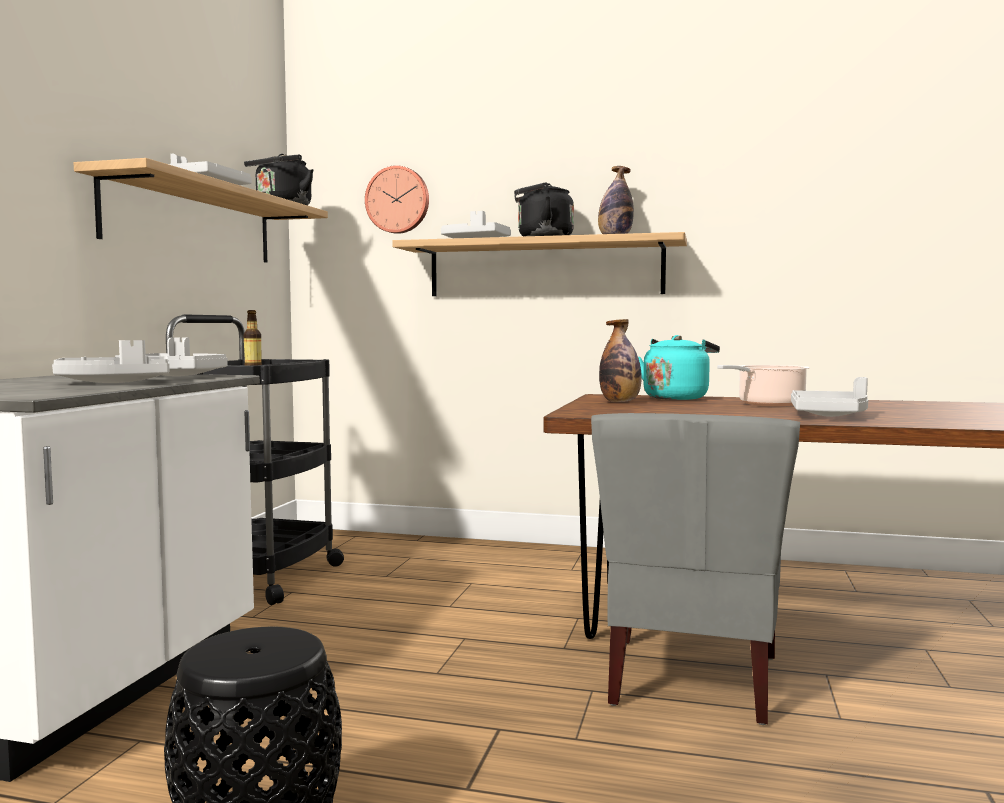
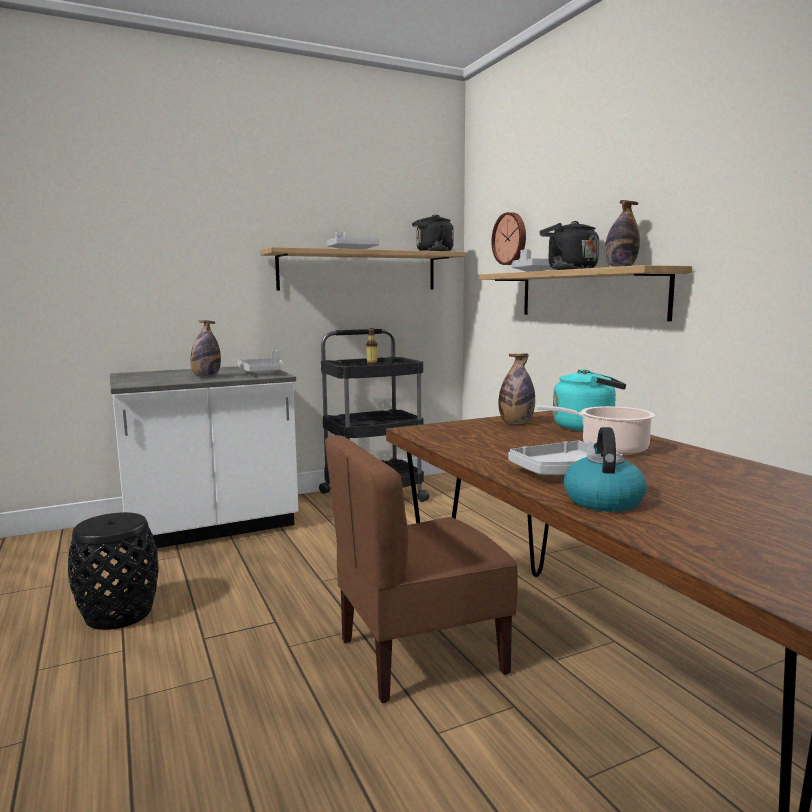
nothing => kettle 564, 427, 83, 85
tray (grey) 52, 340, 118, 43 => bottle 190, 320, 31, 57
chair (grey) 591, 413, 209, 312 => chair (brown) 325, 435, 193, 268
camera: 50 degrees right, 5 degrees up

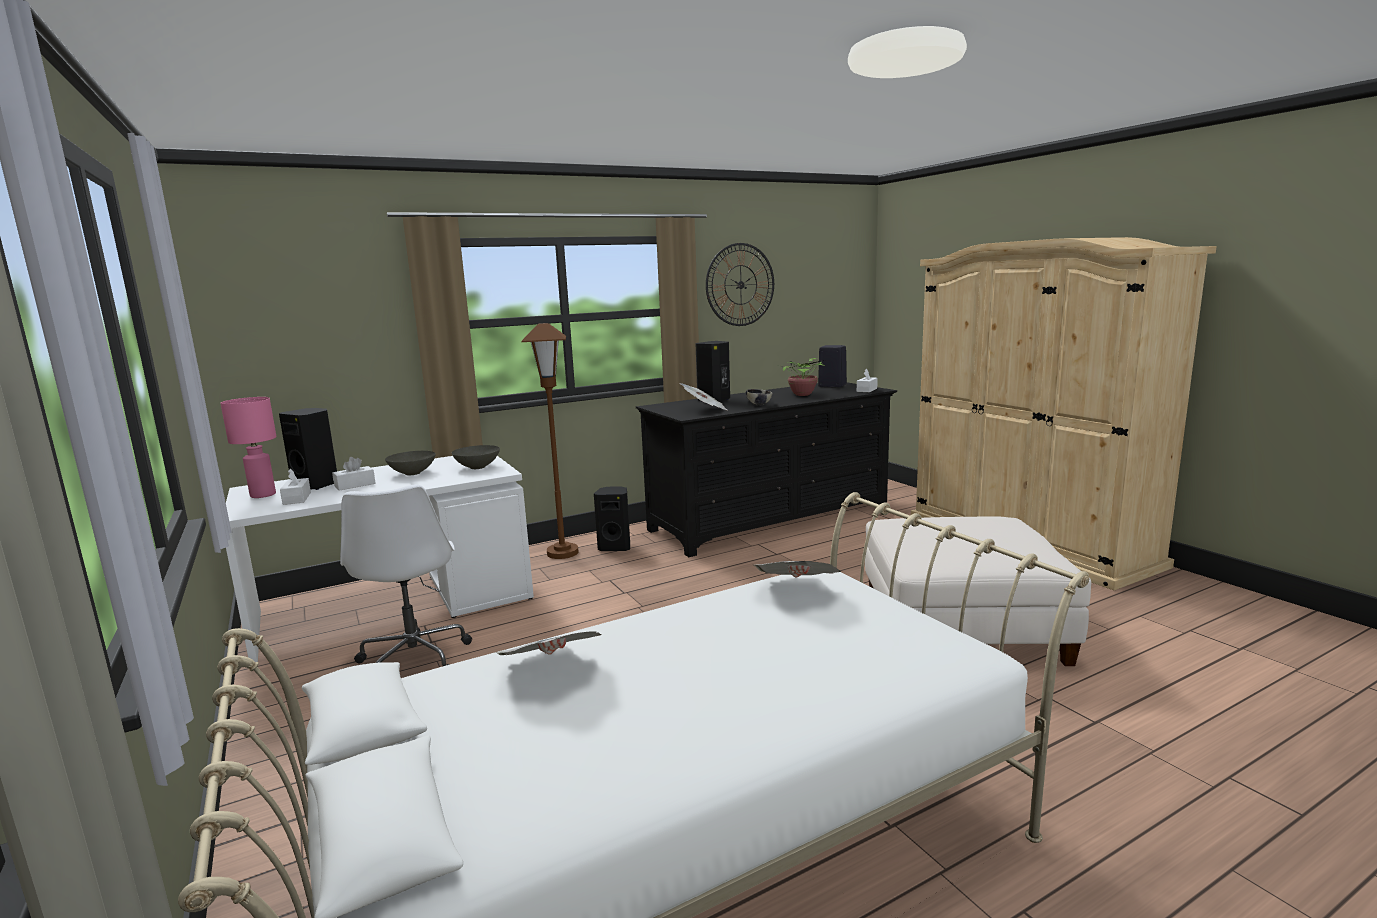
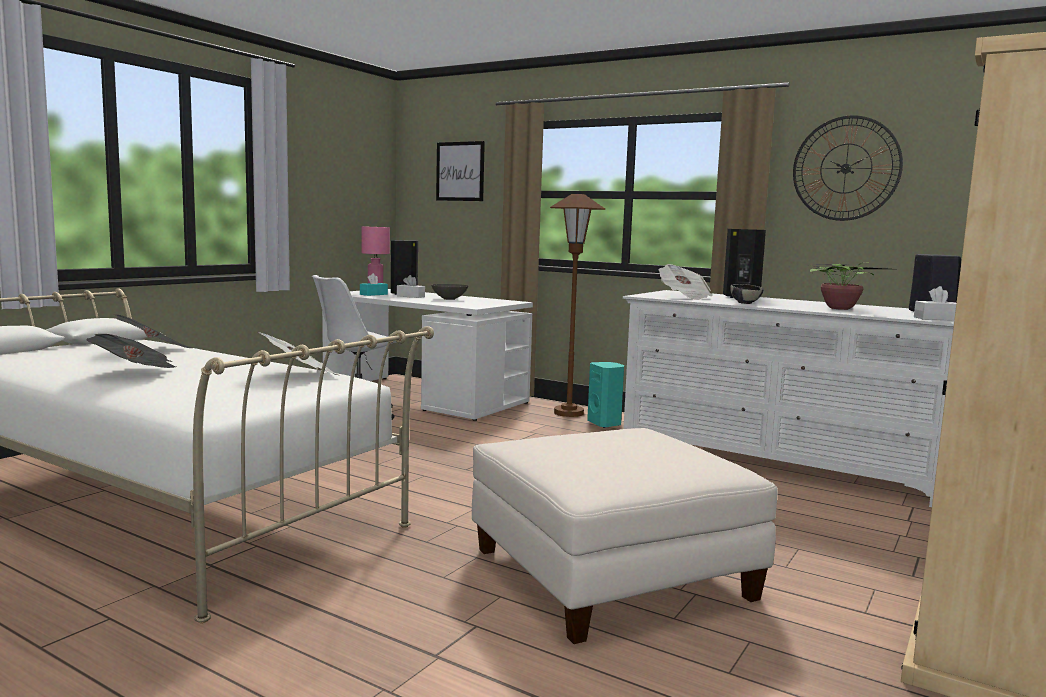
bowl (grey) 452, 445, 48, 24 => nothing
nothing => newspaper 86, 334, 90, 34
nothing => picture 436, 141, 49, 60
tissue box (white) 280, 469, 31, 36 => tissue box (turquoise) 360, 273, 28, 23
speaker (black) 594, 486, 36, 65 => speaker (turquoise) 587, 362, 37, 66
dresser (black) 636, 382, 261, 175 => dresser (white) 623, 290, 331, 217
camera: 60 degrees right, 5 degrees down

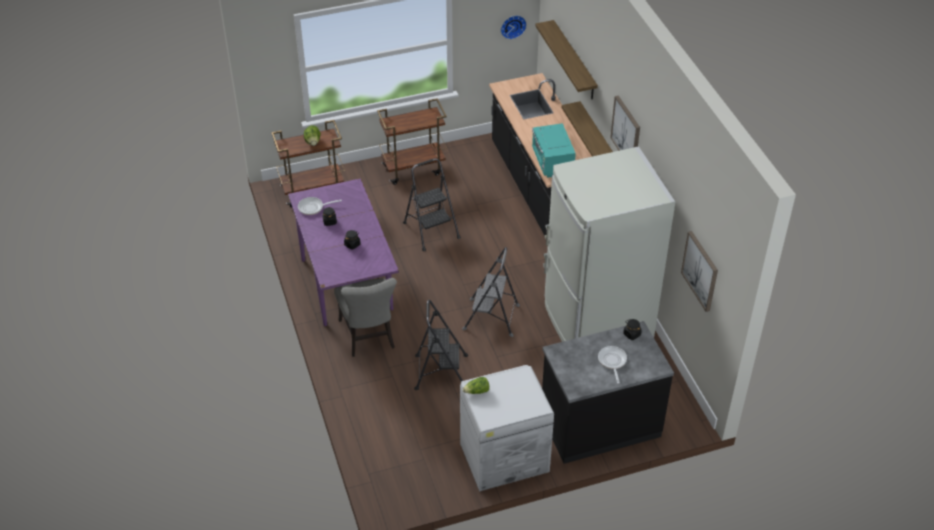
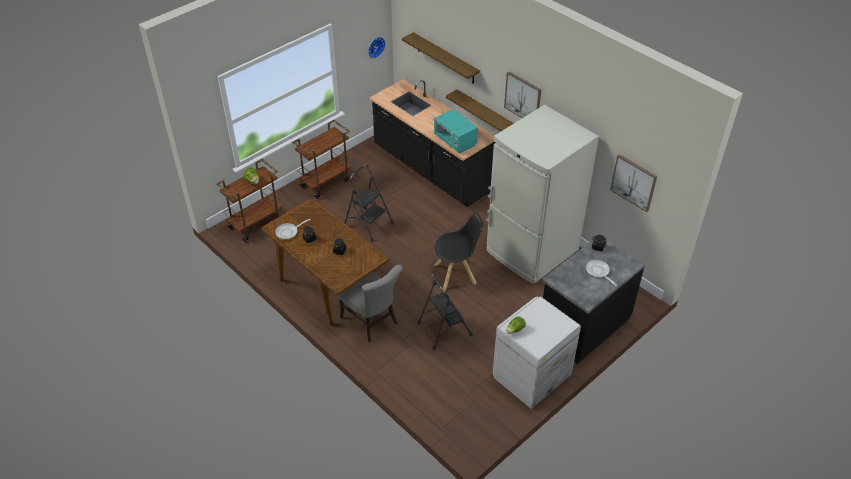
step ladder (grey) 462, 247, 58, 90 => chair (black) 434, 213, 50, 78
dining table (purple) 288, 178, 111, 148 => dining table (brown) 261, 198, 129, 128
camera: 25 degrees left, 0 degrees up

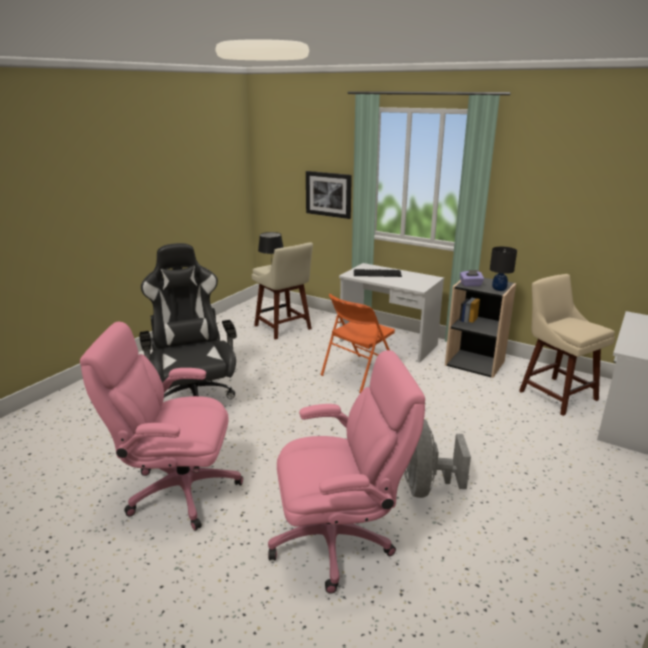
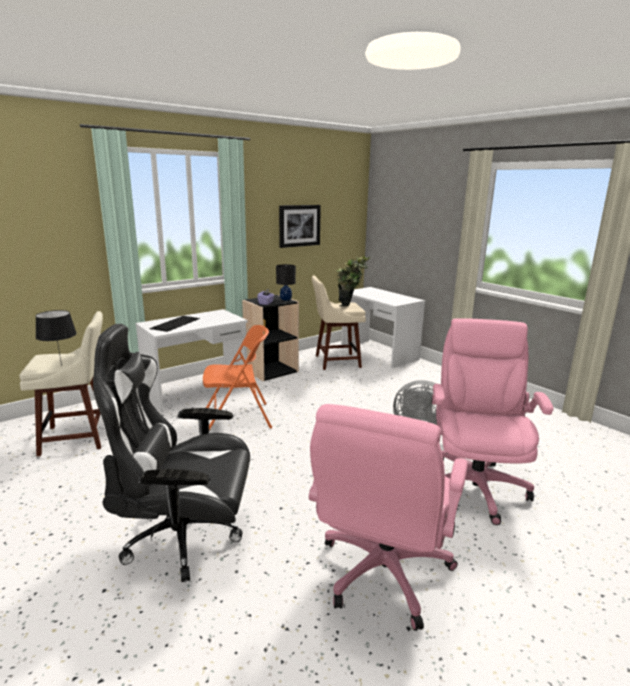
nothing => potted plant 336, 256, 35, 50
picture 306, 171, 46, 48 => picture 279, 205, 42, 43, shifted
chair (orange) 320, 294, 75, 99 => chair (orange) 203, 325, 69, 105, 75 degrees counterclockwise
camera: 70 degrees left, 5 degrees down

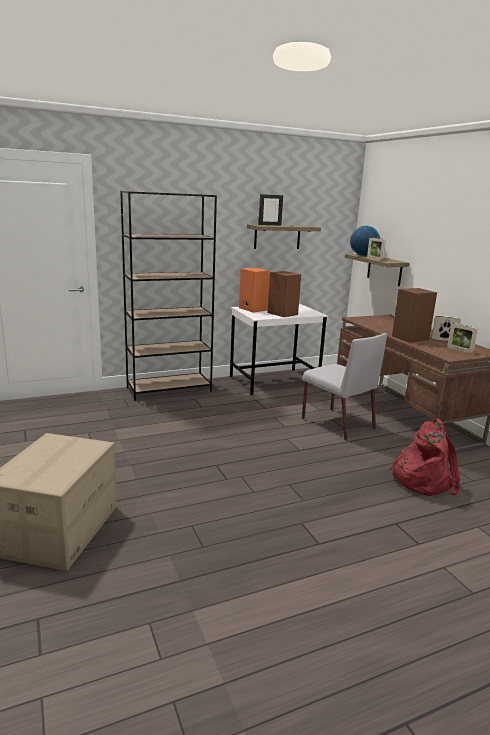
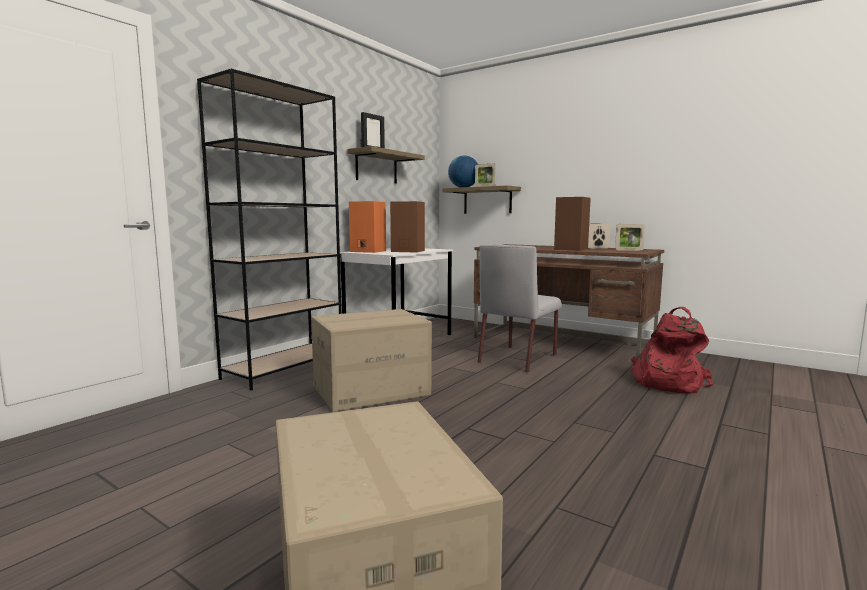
nothing => cardboard box 311, 309, 121, 103
chair (grey) 302, 333, 85, 108 => chair (grey) 478, 244, 84, 129, 105 degrees clockwise
camera: 30 degrees left, 10 degrees down

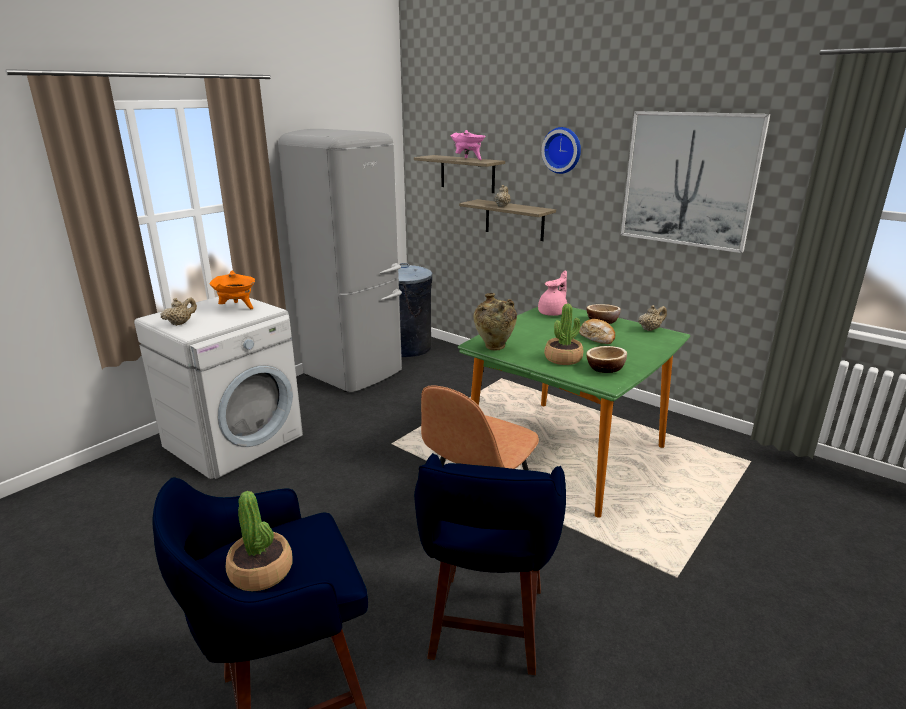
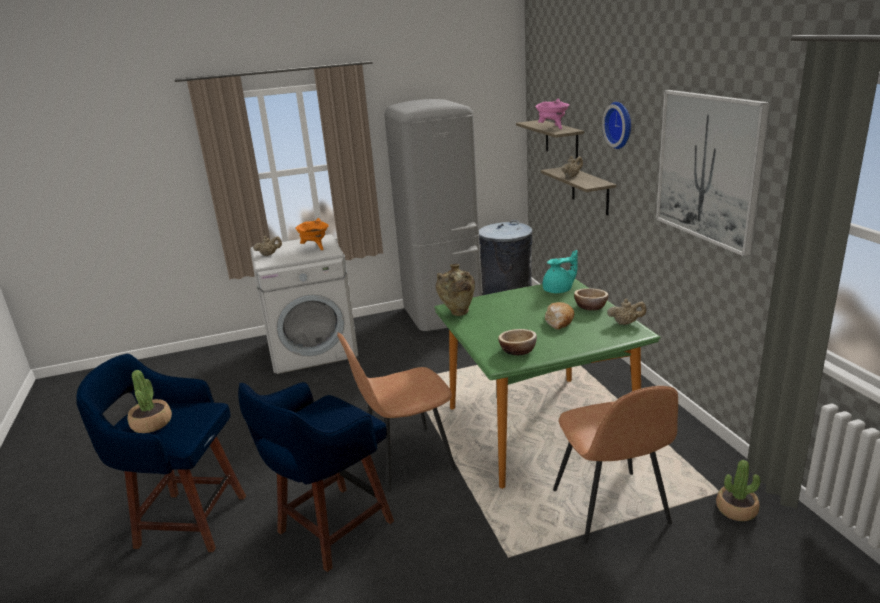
nothing => chair (brown) 553, 386, 125, 158
potted plant 544, 304, 39, 61 => potted plant 716, 460, 44, 61, shifted
teapot (pink) 538, 270, 29, 46 => teapot (turquoise) 543, 250, 35, 43
camera: 35 degrees right, 0 degrees up

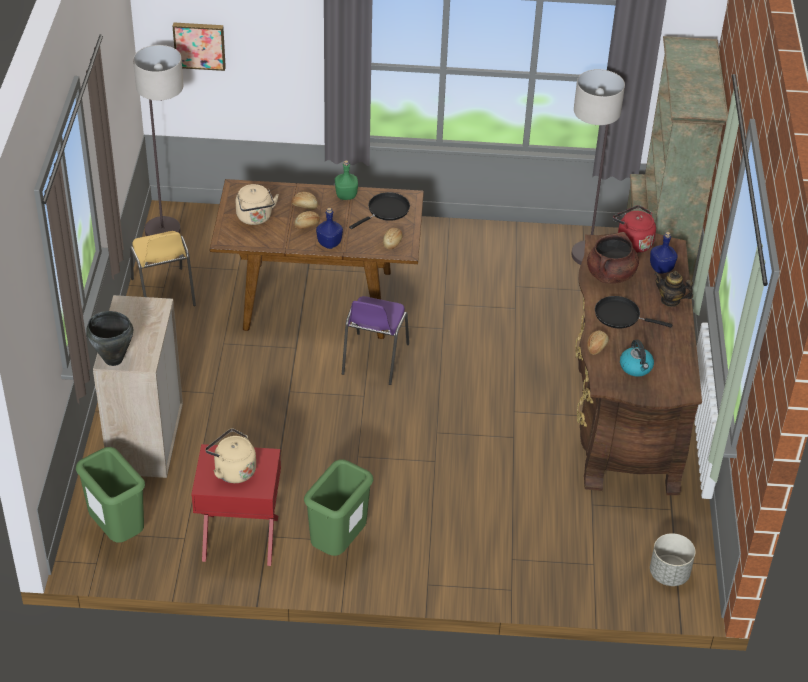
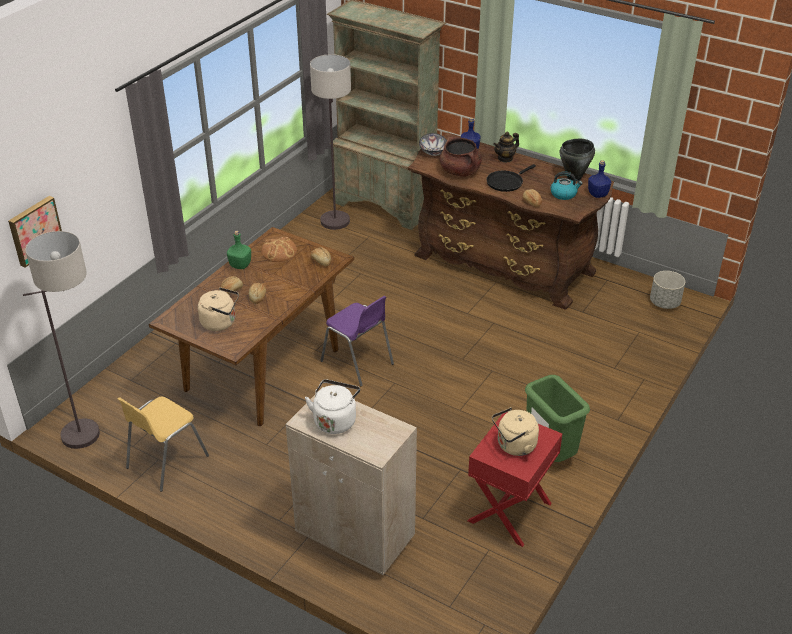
trash can (green) 76, 447, 69, 96 => nothing
nothing => kettle (white) 305, 379, 55, 55
cooking pot (black) 86, 311, 47, 55 => cooking pot (black) 559, 139, 36, 42, shifted
bottle (blue) 316, 208, 27, 41 => bottle (blue) 588, 160, 23, 38, shifted
frying pan (black) 349, 192, 61, 37 => bread 261, 237, 36, 25
kettle (red) 613, 205, 43, 48 => bowl 419, 133, 28, 23
chair (yellow) 130, 231, 66, 75 => chair (yellow) 118, 397, 91, 95, 120 degrees clockwise
camera: 60 degrees left, 5 degrees down

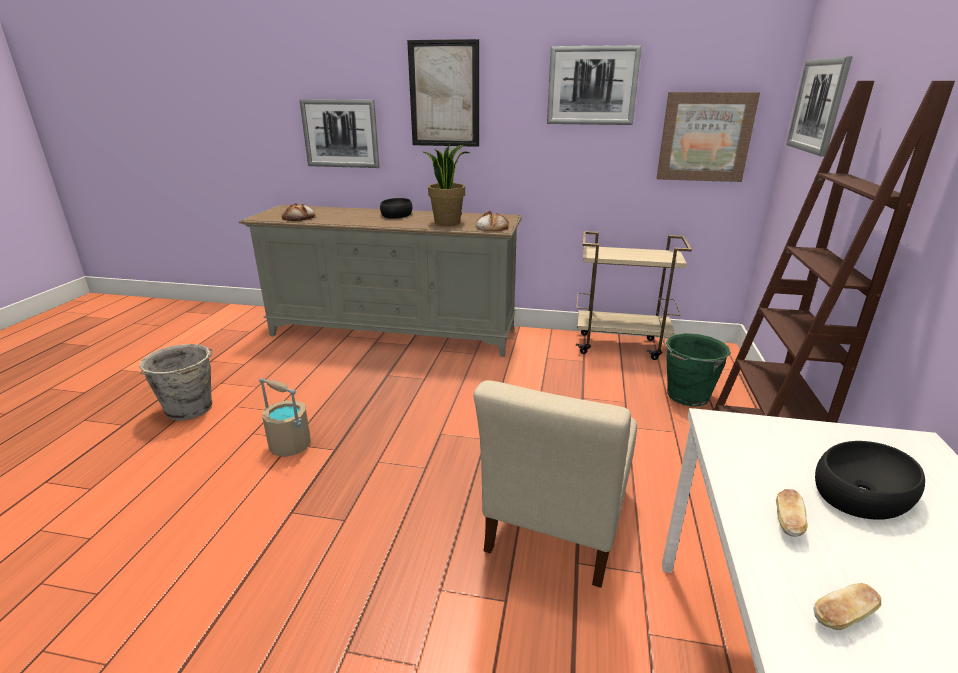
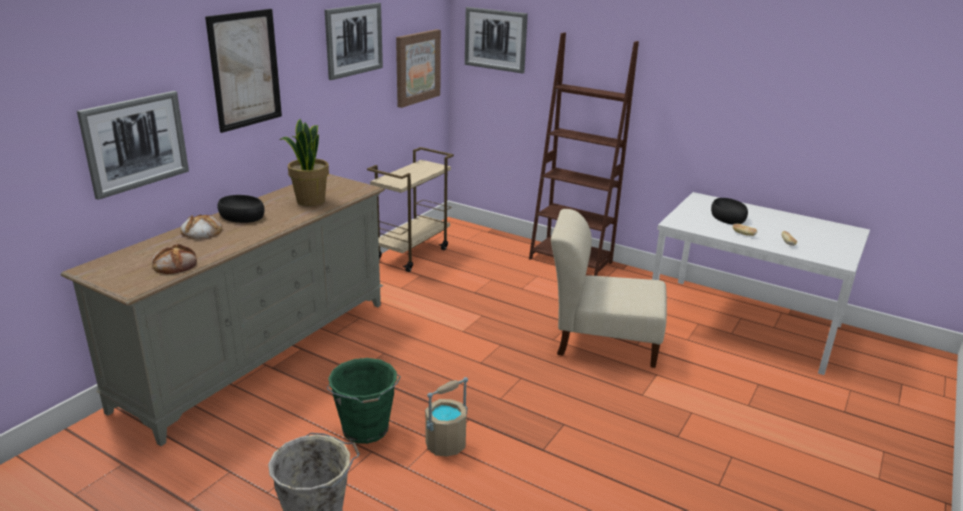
bread 476, 211, 33, 20 => bread 180, 214, 42, 25, shifted
bucket (green) 663, 333, 68, 73 => bucket (green) 327, 358, 74, 86, shifted
chair (beige) 473, 380, 164, 208 => chair (beige) 551, 209, 116, 159, 150 degrees clockwise
camera: 70 degrees left, 0 degrees up

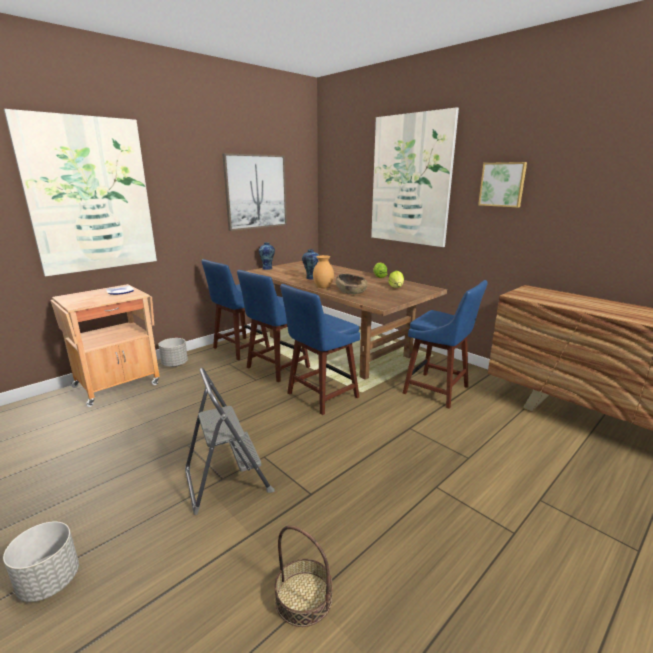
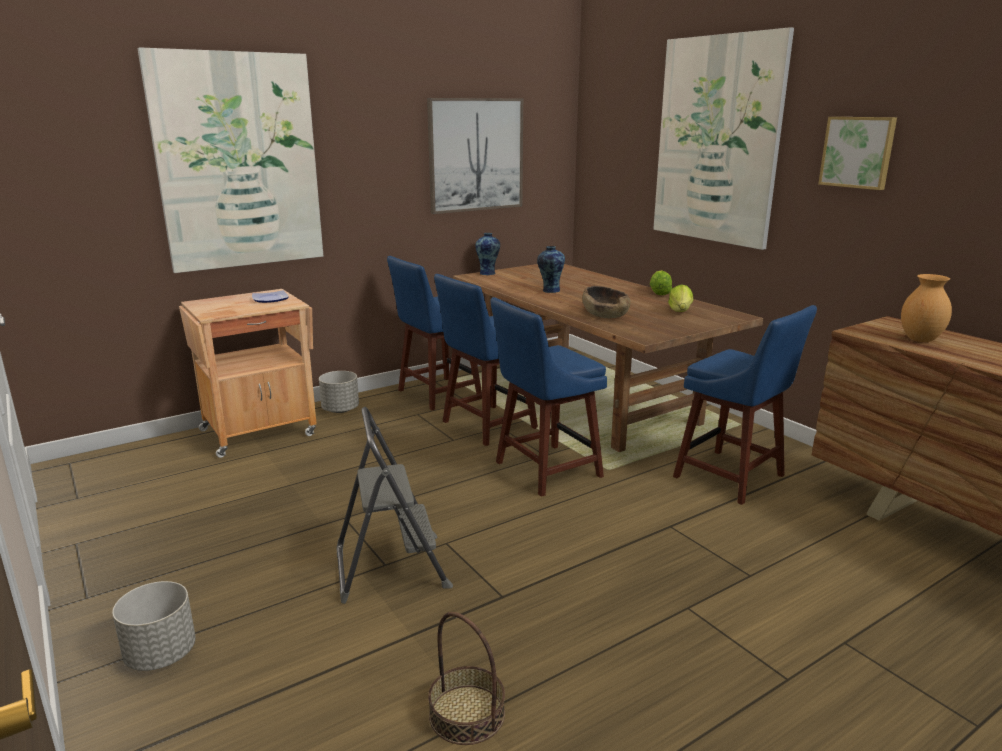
vase (brown) 313, 255, 21, 34 => vase (brown) 901, 274, 51, 68, shifted
camera: 10 degrees right, 0 degrees up

